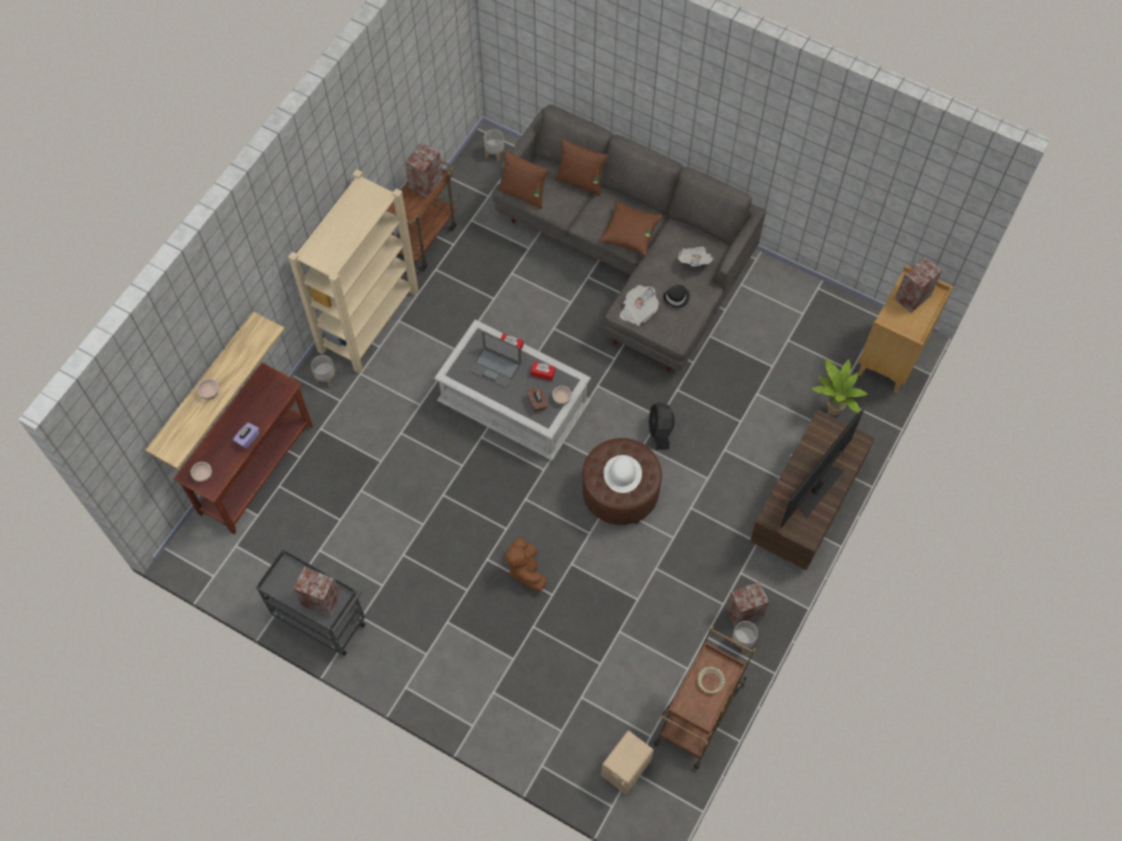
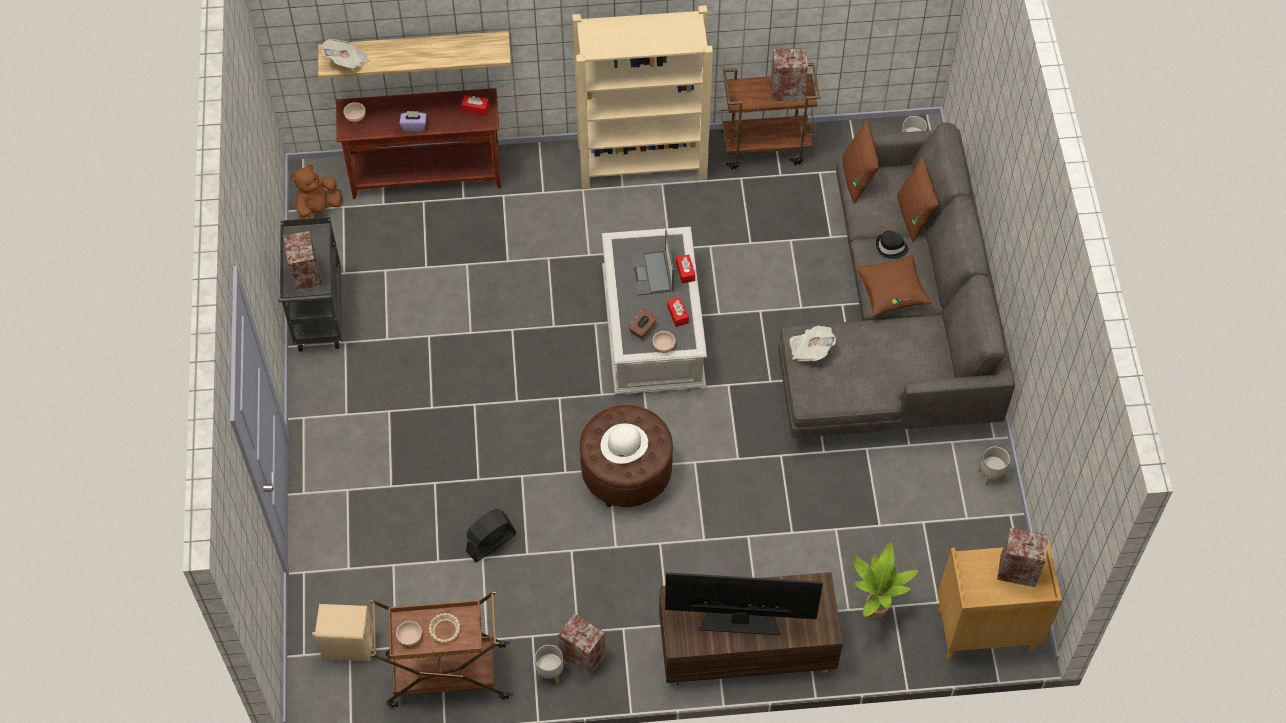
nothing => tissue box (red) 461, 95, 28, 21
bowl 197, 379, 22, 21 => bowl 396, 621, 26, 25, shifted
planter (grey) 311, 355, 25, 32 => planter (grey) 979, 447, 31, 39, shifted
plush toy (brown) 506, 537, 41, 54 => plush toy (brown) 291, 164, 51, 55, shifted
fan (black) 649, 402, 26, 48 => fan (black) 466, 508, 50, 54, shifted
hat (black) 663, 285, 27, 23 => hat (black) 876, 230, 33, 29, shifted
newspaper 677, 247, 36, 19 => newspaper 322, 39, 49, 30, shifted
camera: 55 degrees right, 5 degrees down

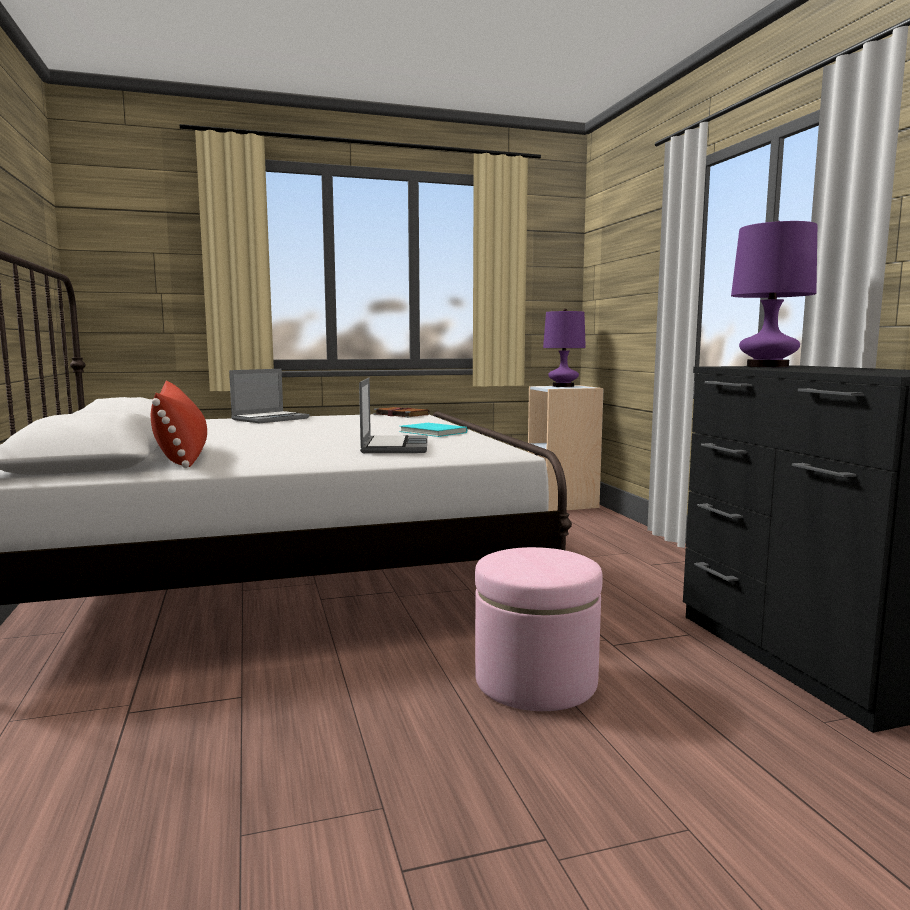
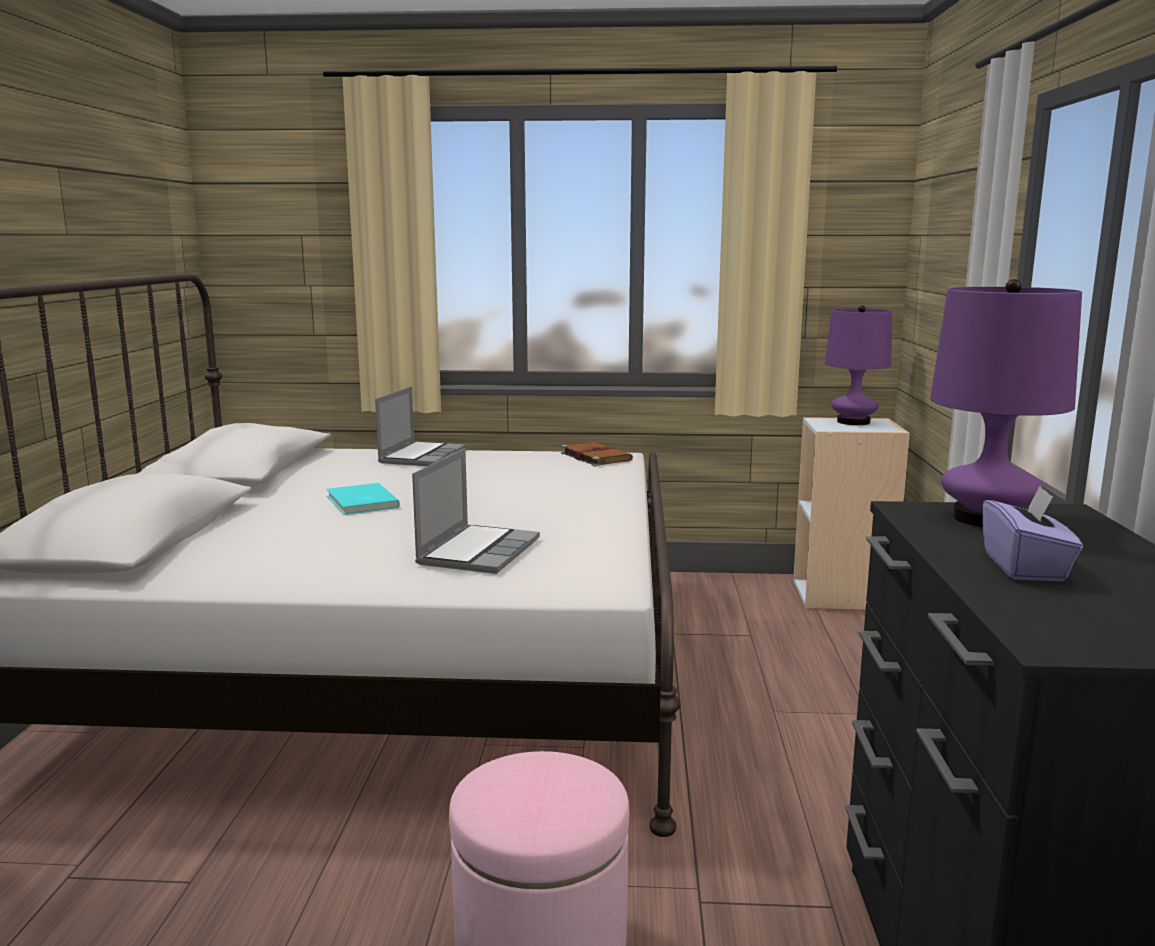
pillow (red) 151, 381, 56, 87 => nothing
nothing => tissue box (purple) 982, 486, 101, 95
book (turquoise) 399, 423, 68, 14 => book (turquoise) 326, 483, 74, 32, shifted
laptop 229, 369, 81, 54 => laptop 375, 386, 90, 80, 45 degrees counterclockwise
camera: 20 degrees right, 5 degrees up

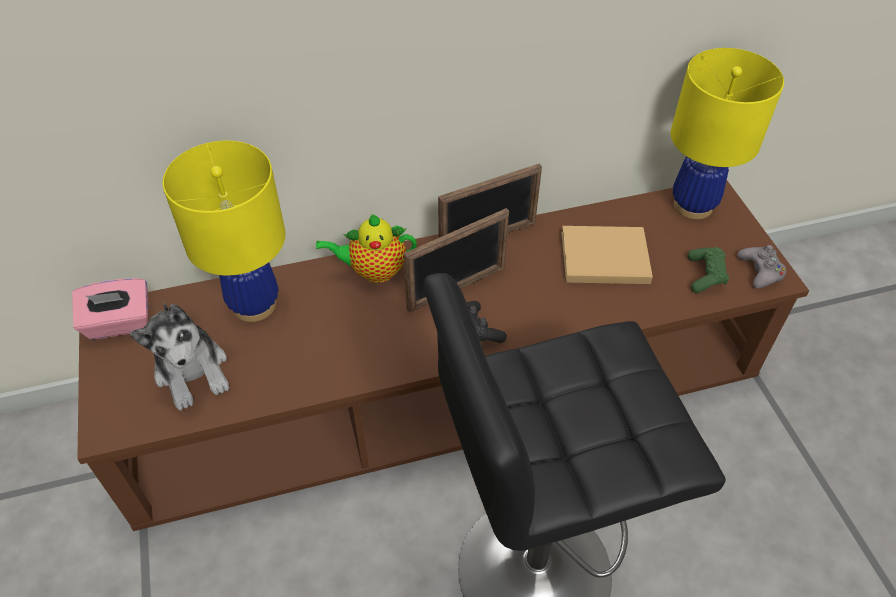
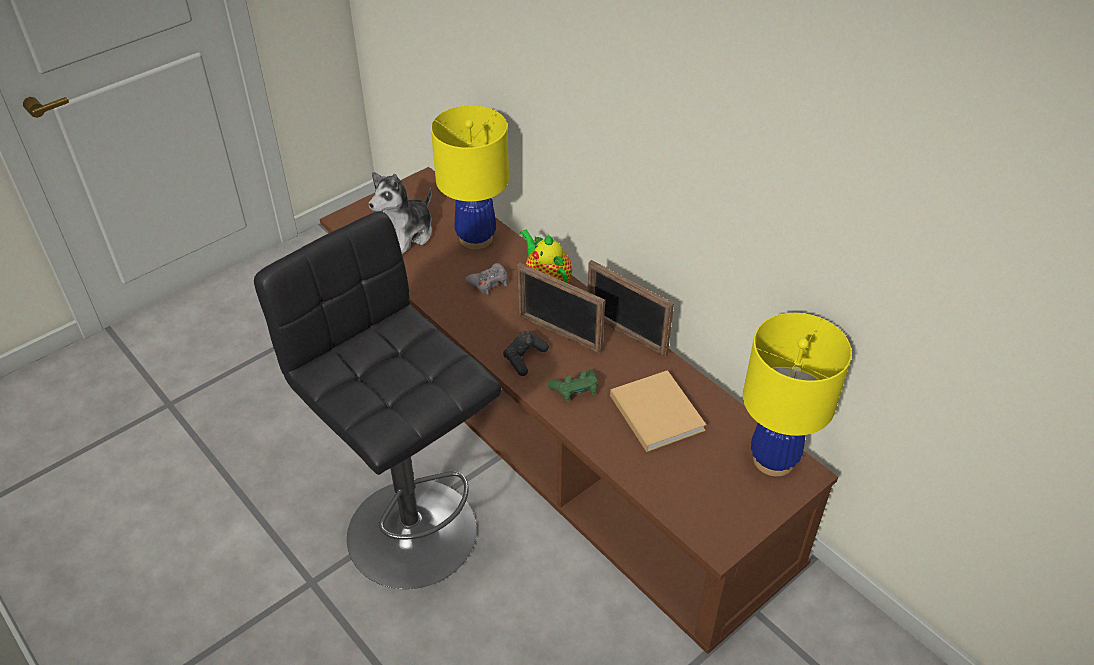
tissue box (pink) 72, 278, 76, 62 => nothing
game controller (green) 687, 247, 42, 46 => game controller (green) 548, 370, 50, 32, shifted
game controller (grey) 737, 245, 49, 43 => game controller (grey) 465, 263, 43, 32, shifted
camera: 65 degrees right, 5 degrees down

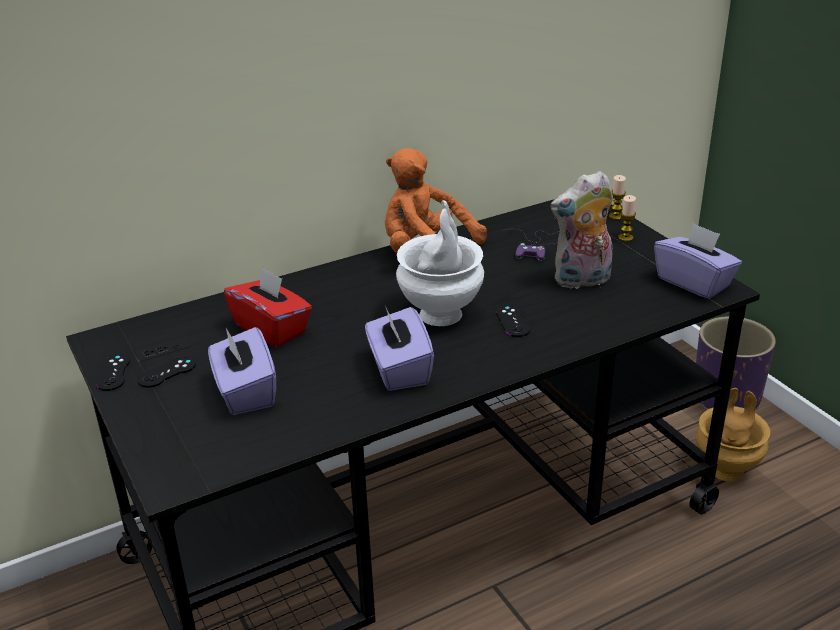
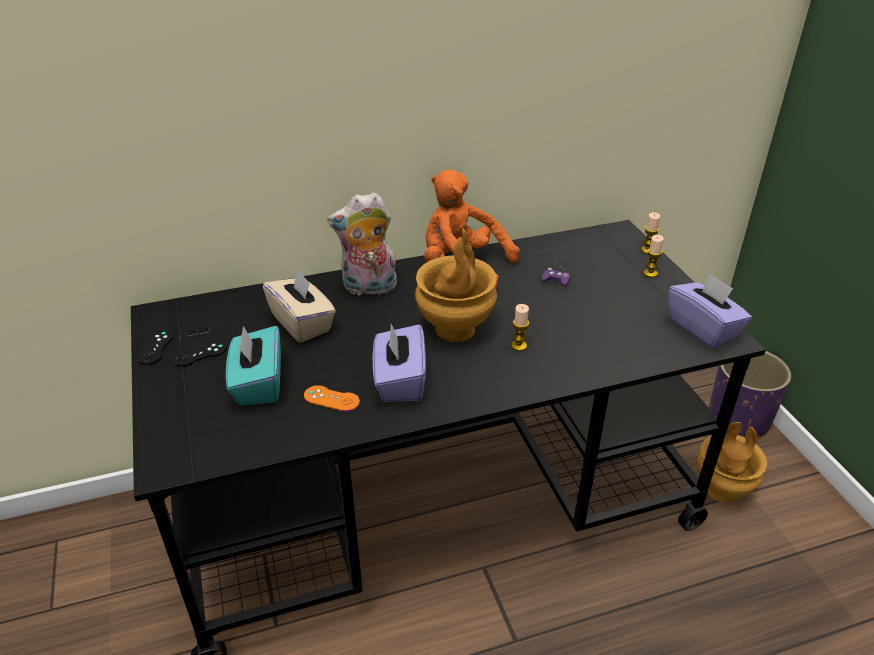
nothing => game controller (orange) 304, 385, 56, 27
plush toy 550, 171, 63, 118 => plush toy 327, 192, 71, 104, shifted
game controller (black) 496, 305, 34, 32 => candle 511, 304, 18, 47
tissue box (purple) 208, 327, 68, 88 => tissue box (turquoise) 226, 326, 55, 79
tissue box (red) 224, 267, 88, 80 => tissue box (beige) 263, 269, 73, 74
vase (white) 396, 200, 88, 126 => vase (brown) 415, 228, 82, 114
camera: 10 degrees right, 5 degrees up

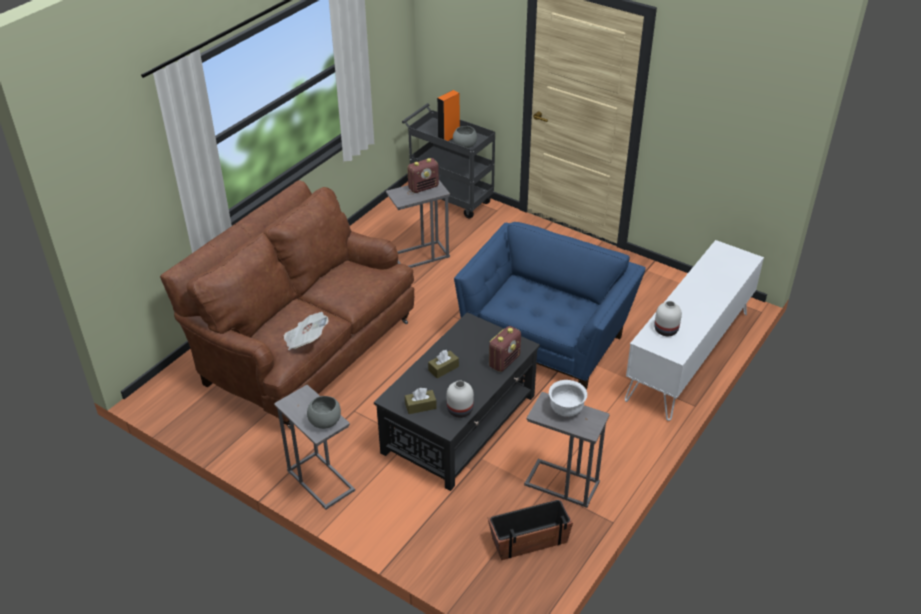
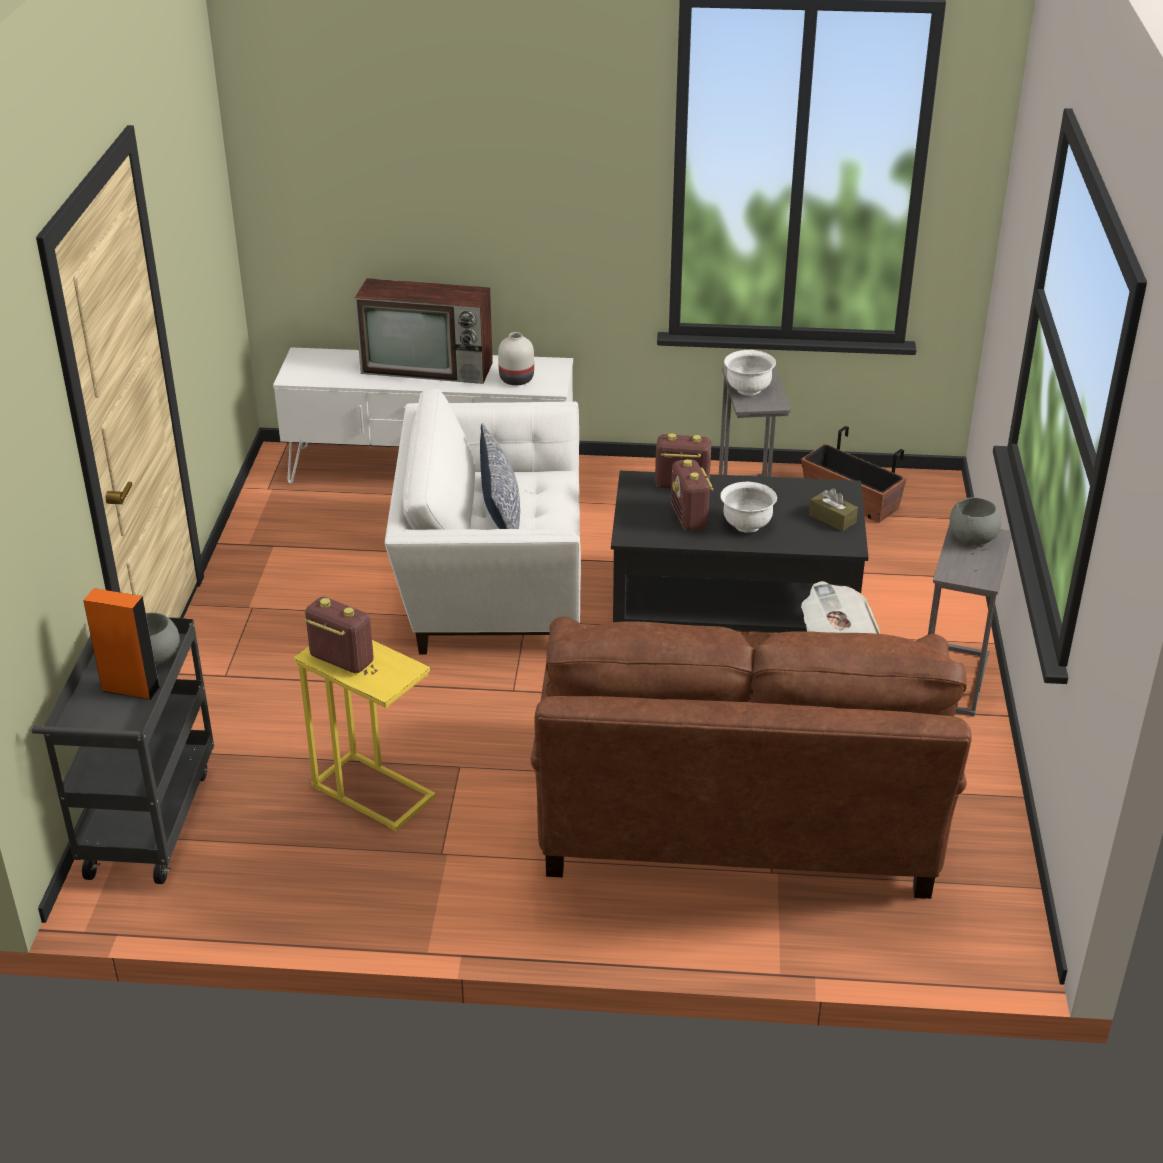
vase (white) 447, 380, 27, 38 => nothing
nothing => television 354, 278, 139, 106
nothing => pillow 480, 424, 40, 105
nothing => radio 671, 459, 43, 72
tissue box (brown) 428, 350, 31, 29 => bowl (white) 720, 482, 57, 51
side table (grey) 386, 180, 64, 88 => side table (yellow) 293, 640, 143, 191
armchair (blue) 454, 222, 192, 168 => armchair (white) 385, 388, 196, 266
camera: 120 degrees left, 5 degrees down

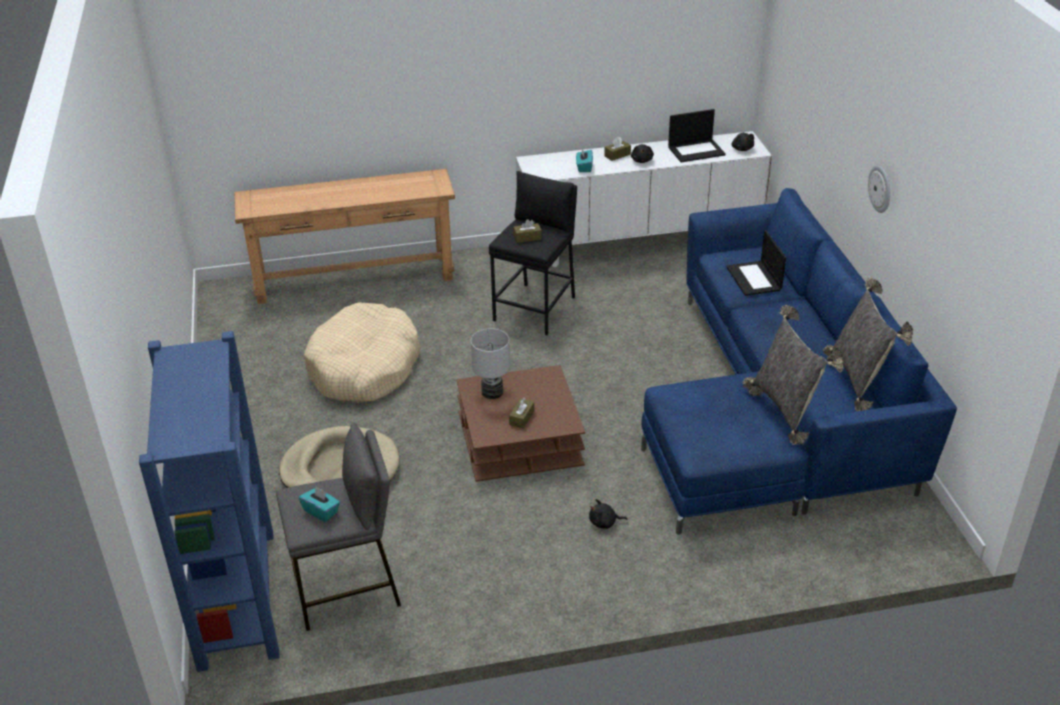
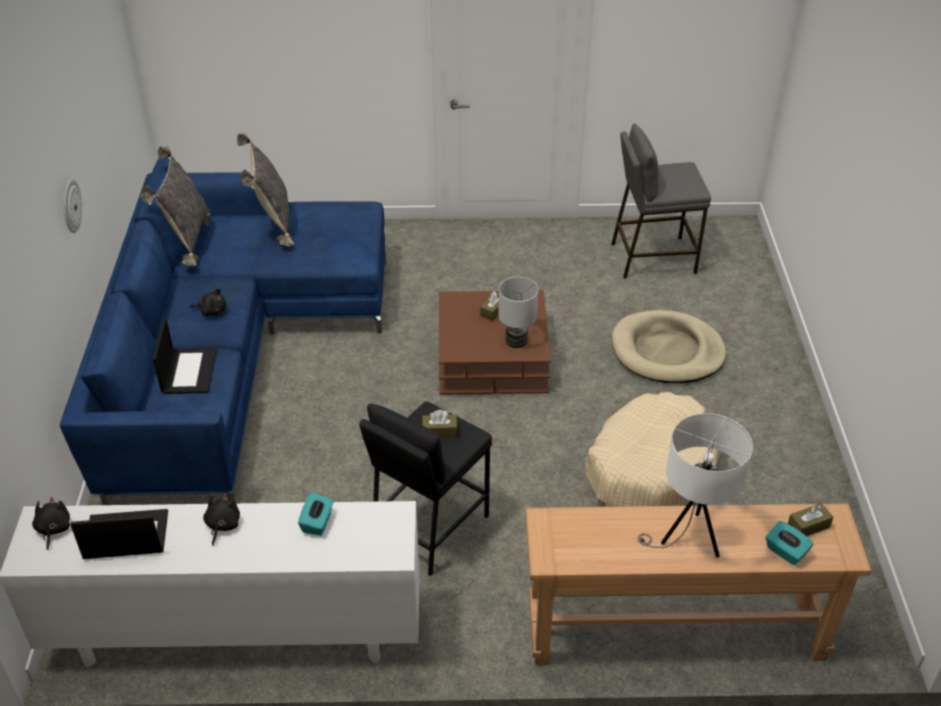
bookcase (blue) 139, 331, 141, 341 => nothing
nothing => table lamp (white) 638, 413, 115, 144
tissue box (turquoise) 299, 487, 41, 35 => tissue box (turquoise) 765, 521, 48, 44, shifted
plush toy (black) 589, 499, 39, 30 => plush toy (black) 190, 288, 36, 28, shifted
tissue box (brown) 604, 137, 27, 24 => tissue box (brown) 788, 503, 45, 33, shifted
camera: 170 degrees left, 5 degrees up

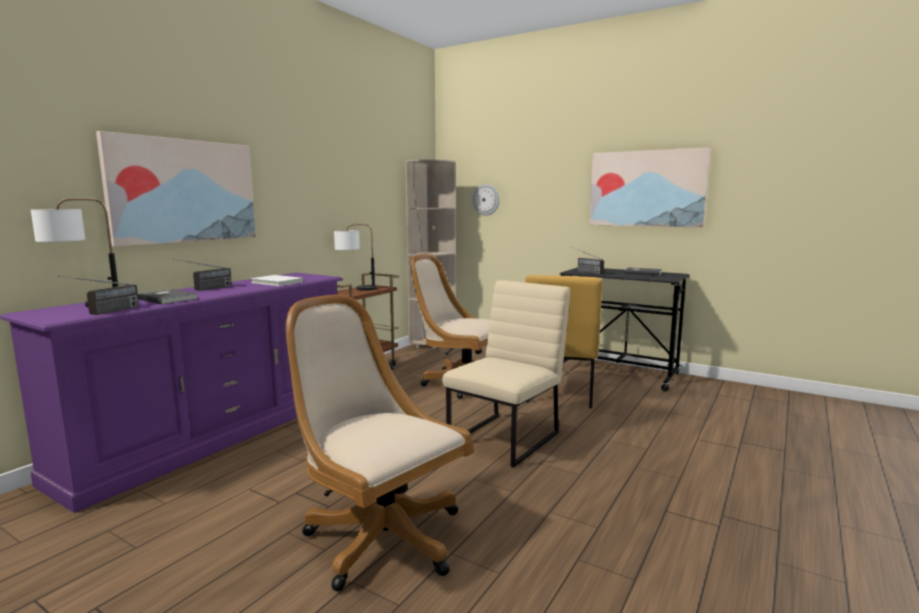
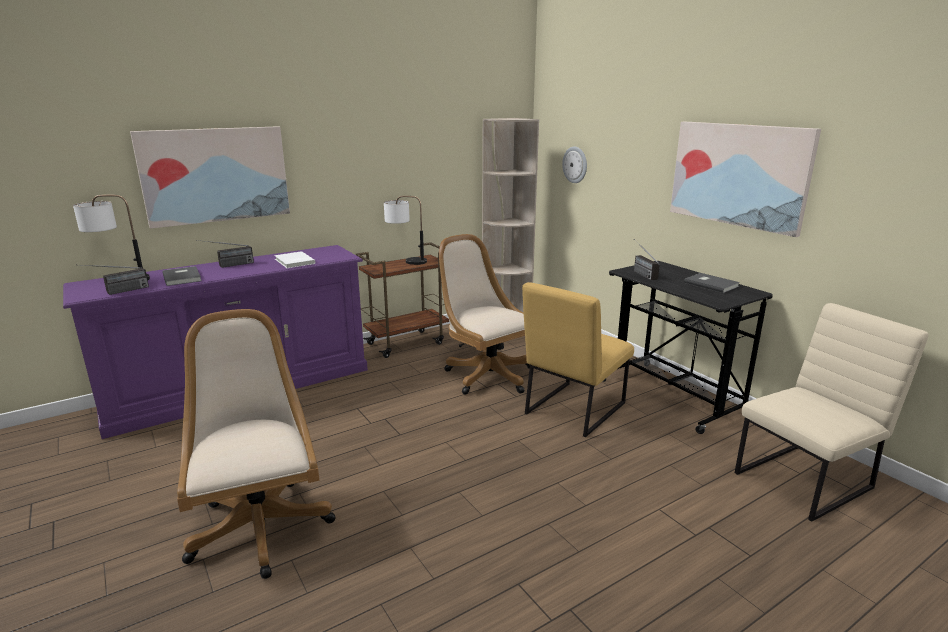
chair (beige) 442, 280, 128, 188 => chair (beige) 735, 303, 193, 219, shifted
camera: 25 degrees right, 10 degrees up

